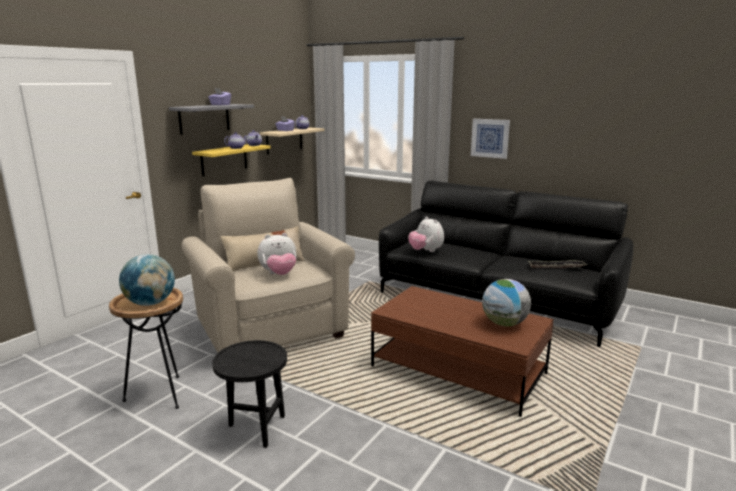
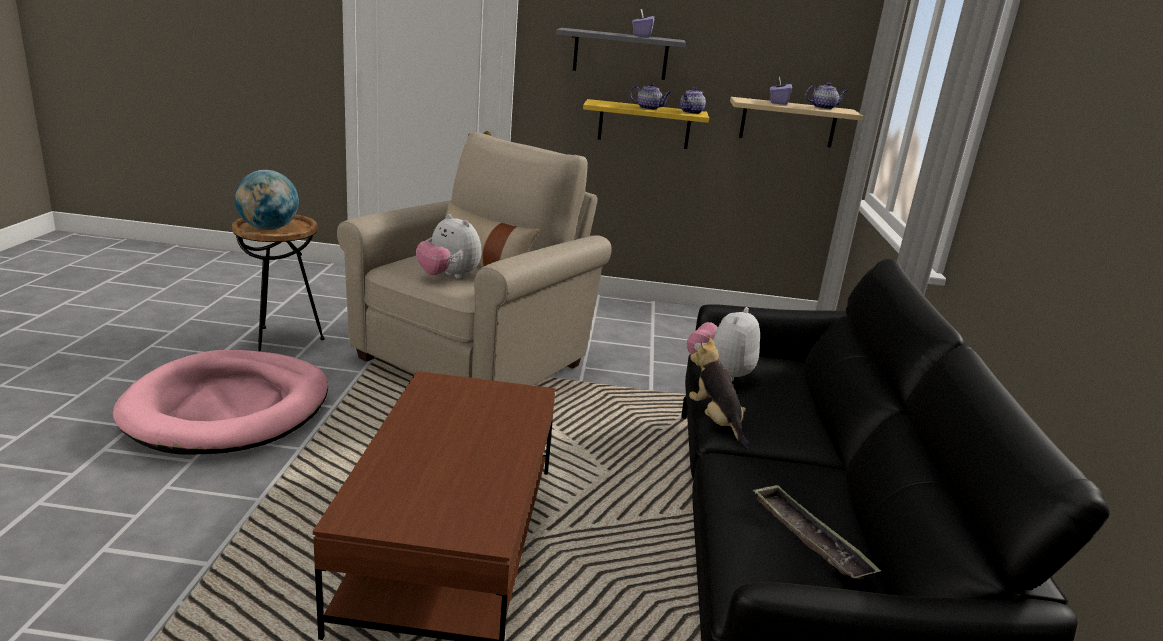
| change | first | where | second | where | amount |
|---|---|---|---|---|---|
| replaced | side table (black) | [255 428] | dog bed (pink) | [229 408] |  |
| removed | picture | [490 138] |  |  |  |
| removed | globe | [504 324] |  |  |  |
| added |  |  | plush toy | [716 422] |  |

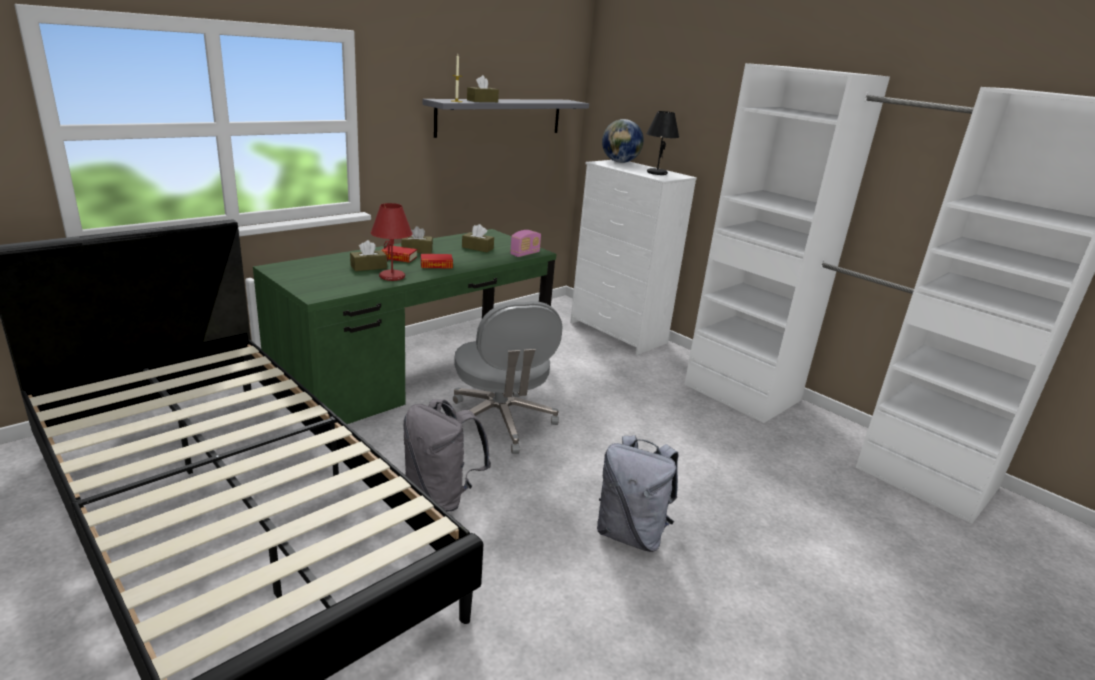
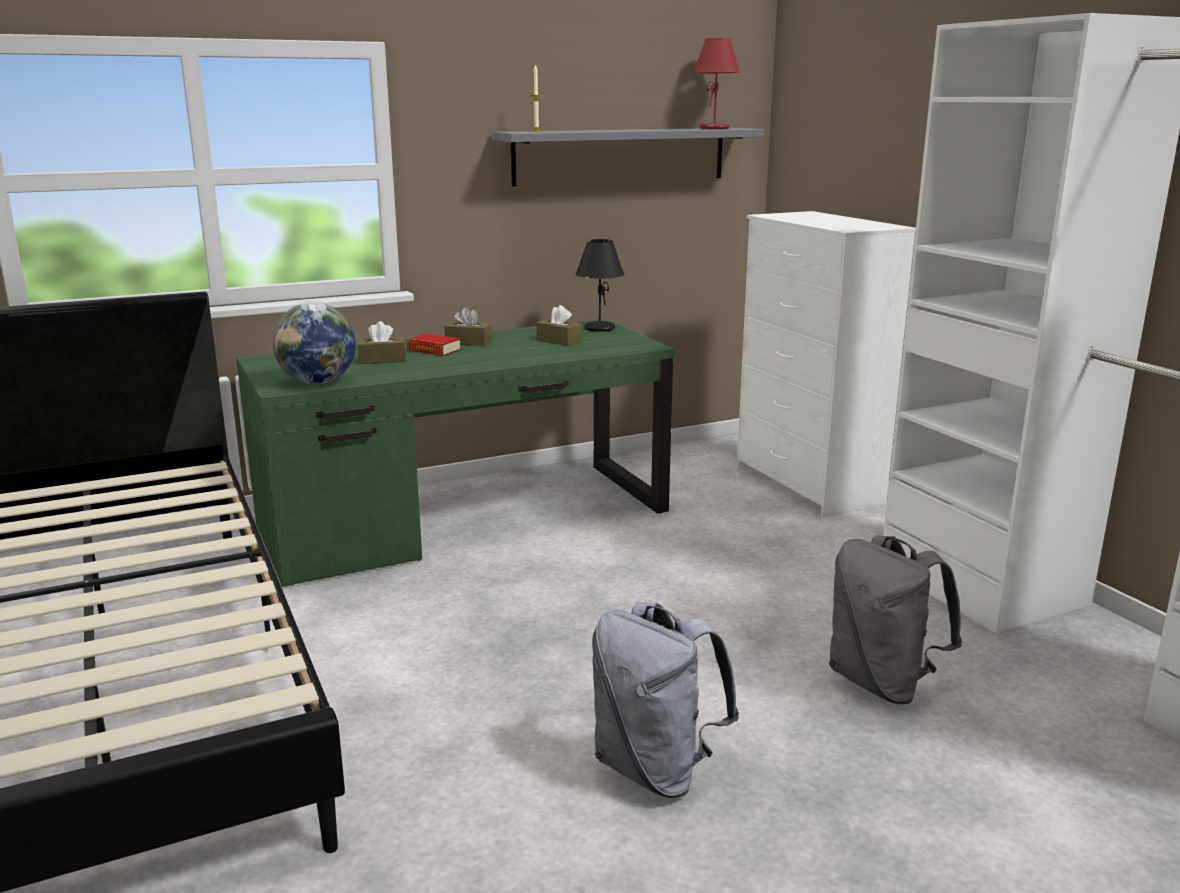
| change | first | where | second | where | amount |
|---|---|---|---|---|---|
| moved | table lamp (red) | [392 277] |  | [714 128] |  |
| moved | backpack (grey) | [441 495] |  | [882 683] |  |
| removed | book | [436 265] |  |  |  |
| removed | office chair (grey) | [500 423] |  |  |  |
| removed | tissue box (brown) | [482 101] |  |  |  |
| removed | radio | [525 254] |  |  |  |
| moved | globe | [620 162] |  | [318 382] |  |
| moved | table lamp (black) | [656 173] |  | [599 328] |  |

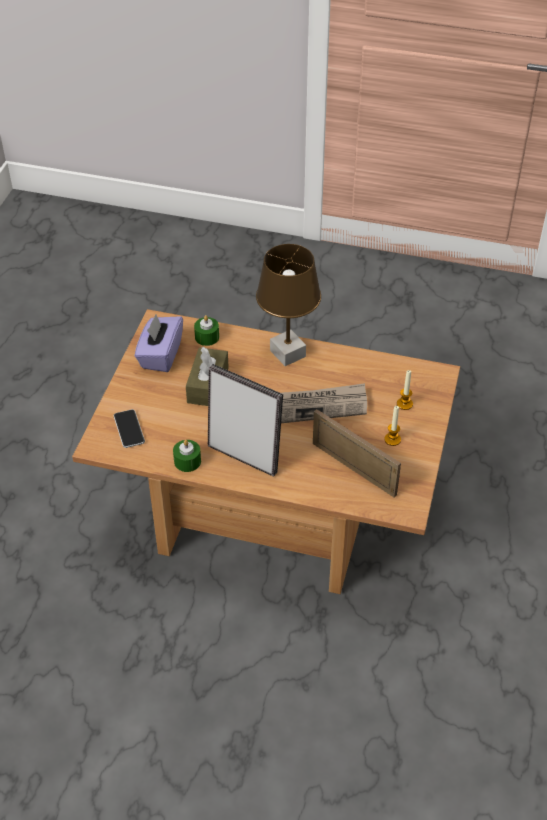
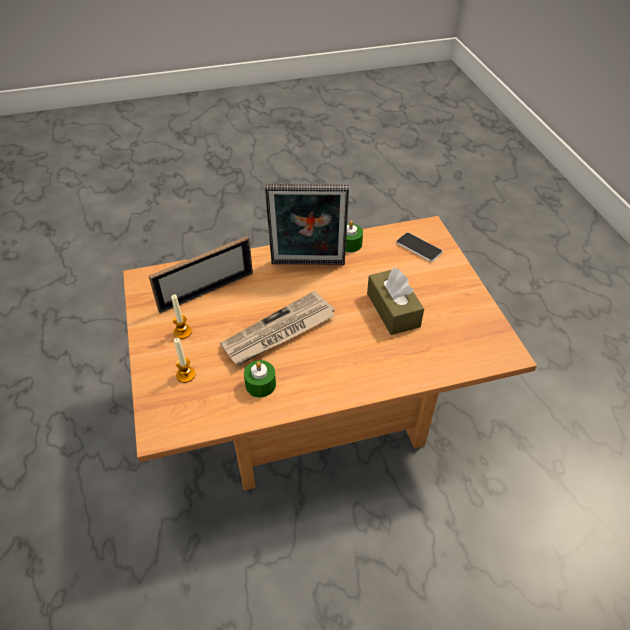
| change | first | where | second | where | amount |
|---|---|---|---|---|---|
| removed | tissue box (purple) | [160 355] |  |  |  |
| moved | candle (green) | [207 337] |  | [260 384] |  |
| removed | table lamp (brown) | [288 353] |  |  |  |
| turned | picture frame | [353 469] |  | [207 292] | 45 degrees counterclockwise |

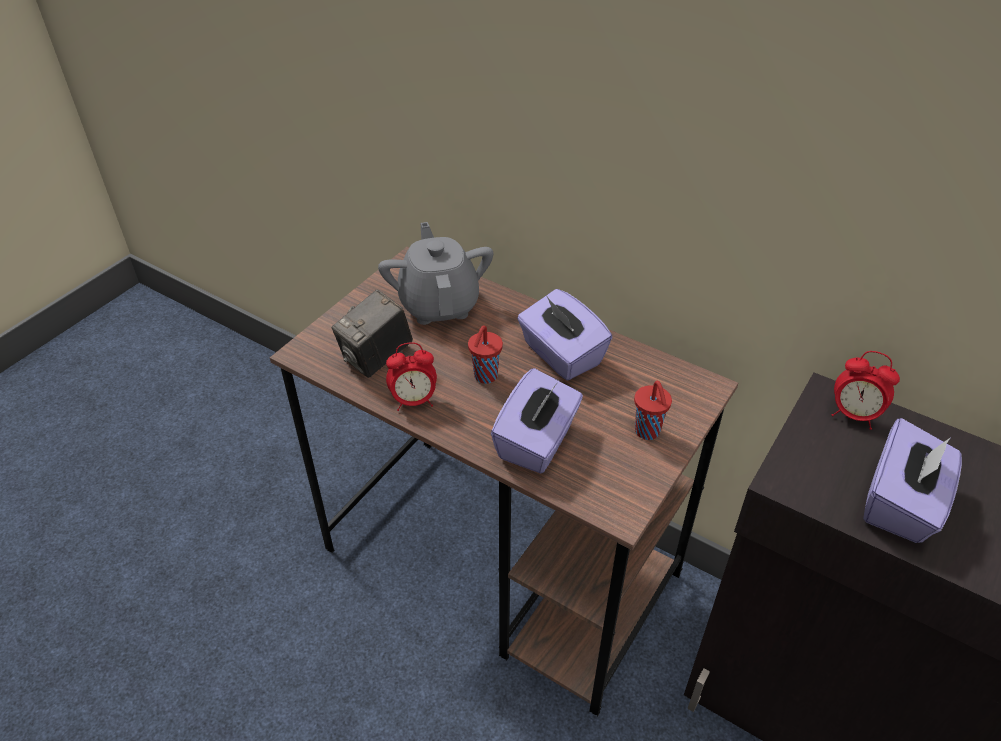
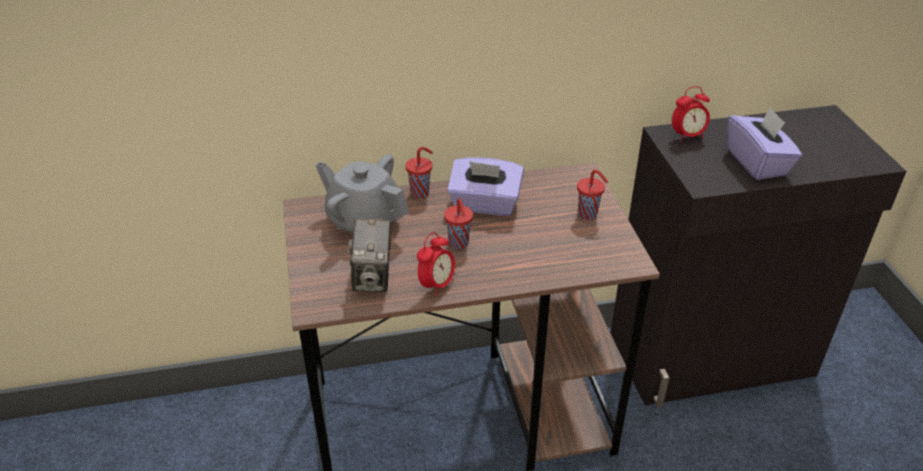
| change | first | where | second | where | amount |
|---|---|---|---|---|---|
| removed | tissue box (purple) | [537 442] |  |  |  |
| added |  |  | cup (red) | [421 193] |  |

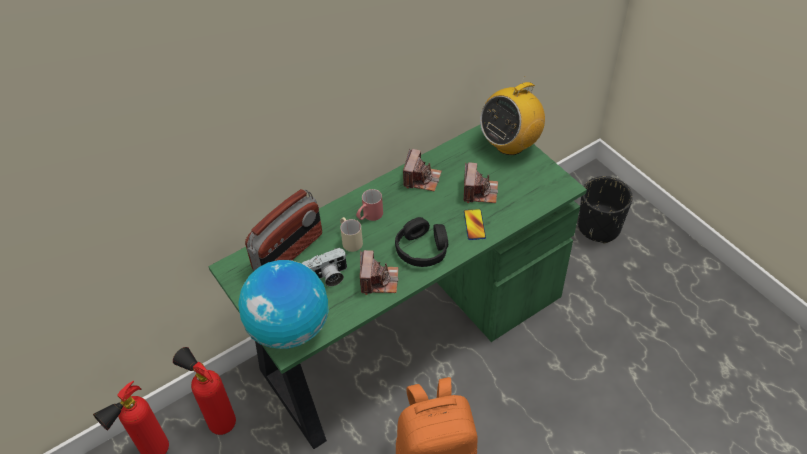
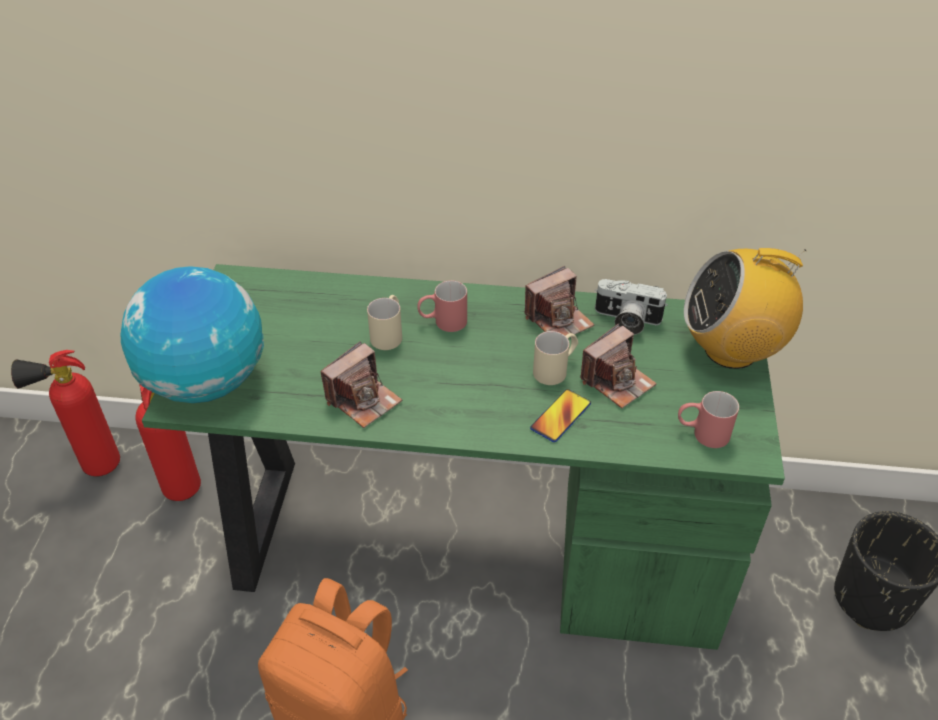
| change | first | where | second | where | amount |
|---|---|---|---|---|---|
| removed | radio | [289 252] |  |  |  |
| moved | photo camera | [327 277] |  | [626 321] |  |
| removed | headphones (black) | [422 249] |  |  |  |
| added |  |  | mug (beige) | [556 369] |  |
| added |  |  | mug (red) | [702 433] |  |

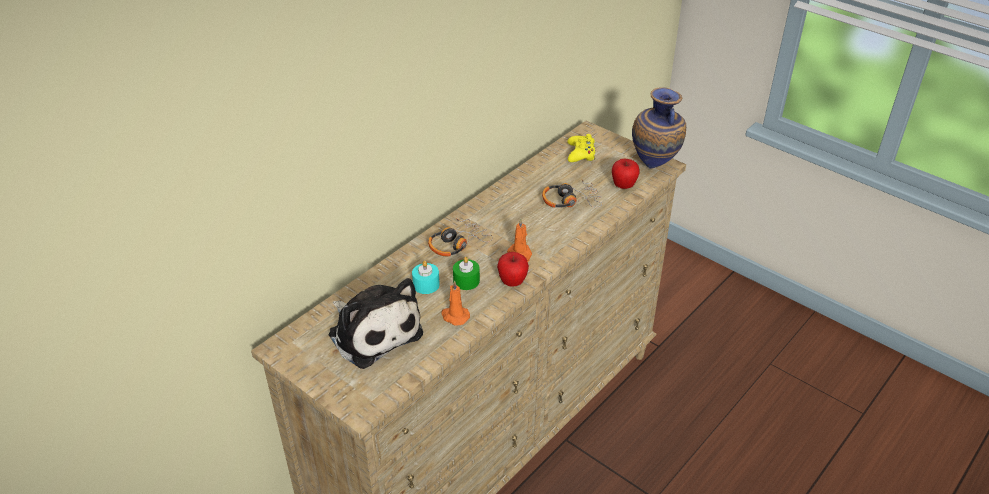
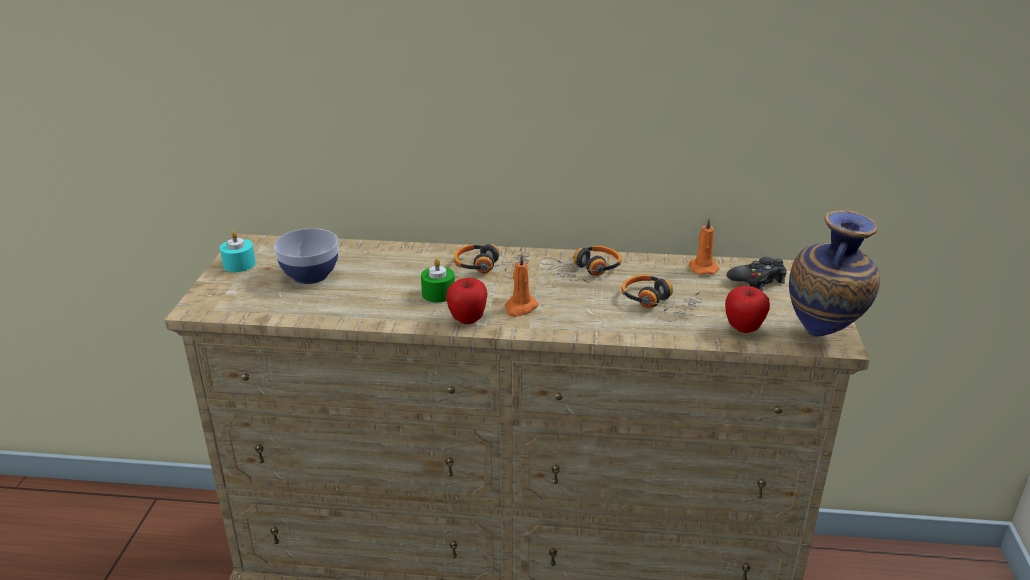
| change | first | where | second | where | amount |
|---|---|---|---|---|---|
| replaced | plush toy | [373 331] | bowl | [310 275] |  |
| moved | candle (turquoise) | [426 285] |  | [239 264] |  |
| moved | candle (orange) | [454 316] |  | [702 267] |  |
| recoloured | game controller (yellow) | [581 153] | game controller (black) | [758 280] |  |
| added |  |  | headphones | [584 271] |  |

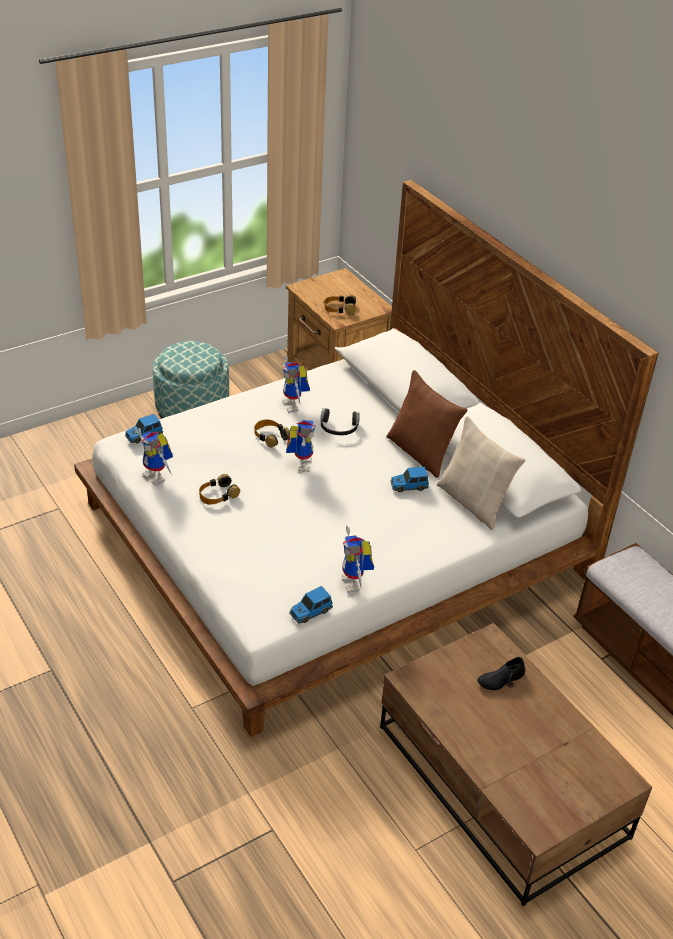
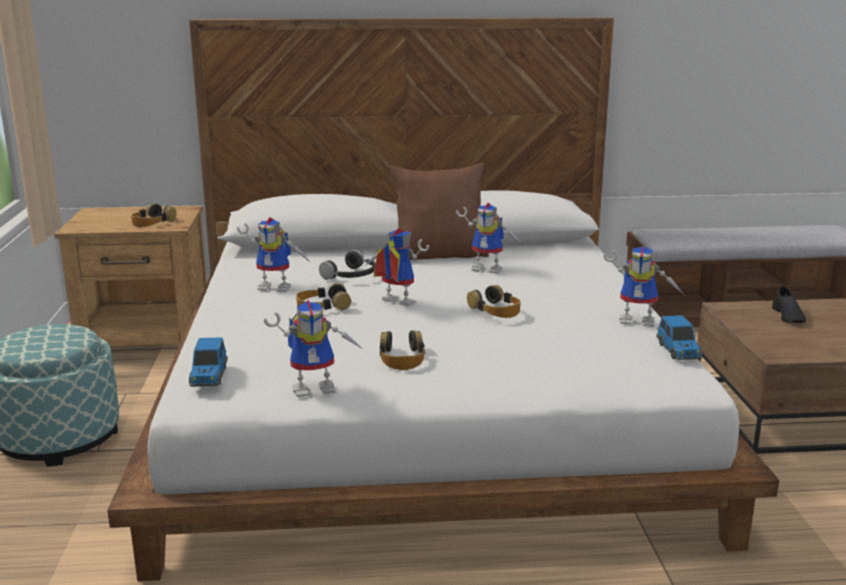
| change | first | where | second | where | amount |
|---|---|---|---|---|---|
| replaced | toy car | [408 486] | toy robot | [490 268] |  |
| removed | pillow (beige) | [474 502] |  |  |  |
| added |  |  | headphones | [495 310] |  |

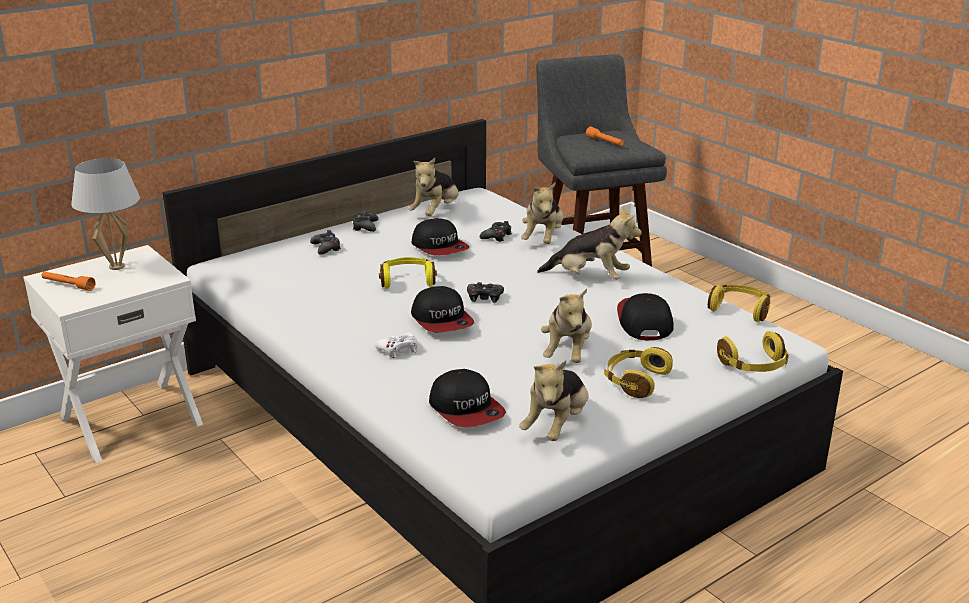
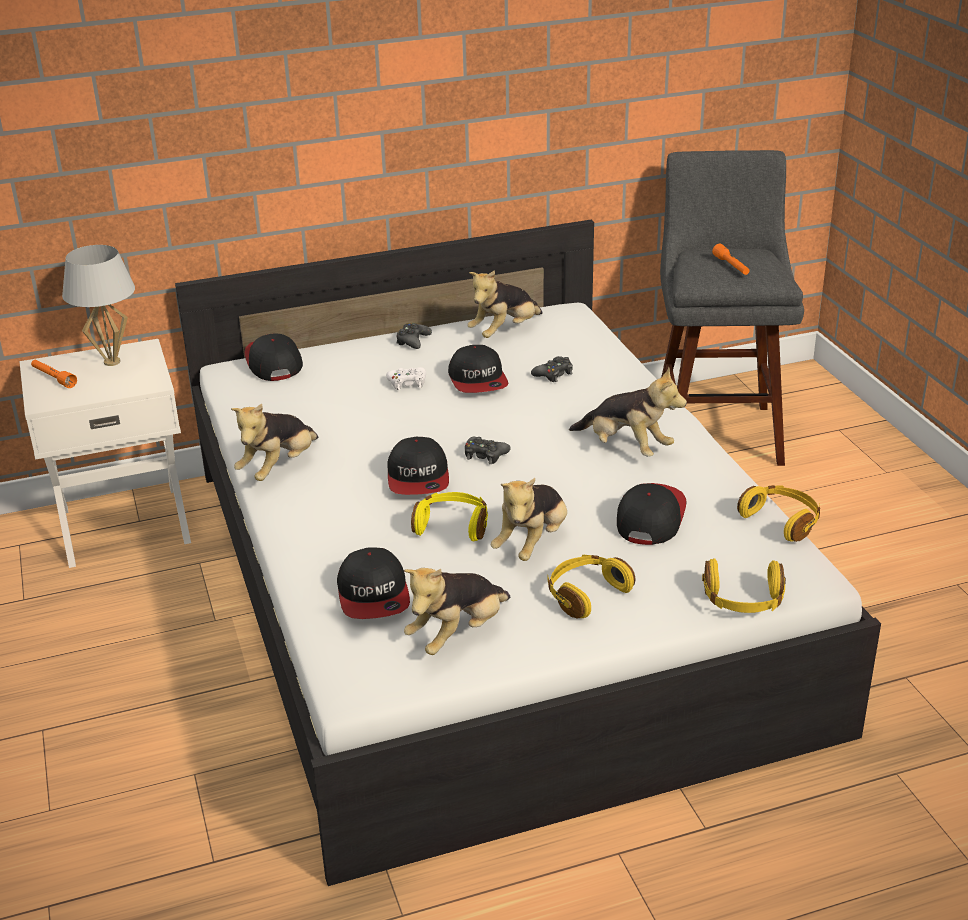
| change | first | where | second | where | amount |
|---|---|---|---|---|---|
| removed | game controller (black) | [326 248] |  |  |  |
| moved | game controller (white) | [398 350] |  | [407 383] |  |
| moved | headphones (yellow) | [407 280] |  | [452 526] |  |
| moved | plush toy | [543 239] |  | [279 467] |  |
| added |  |  | cap | [273 362] |  |

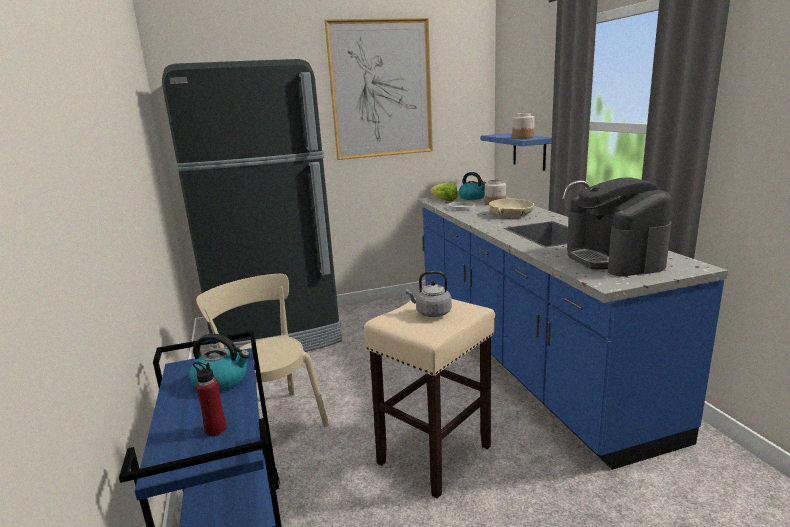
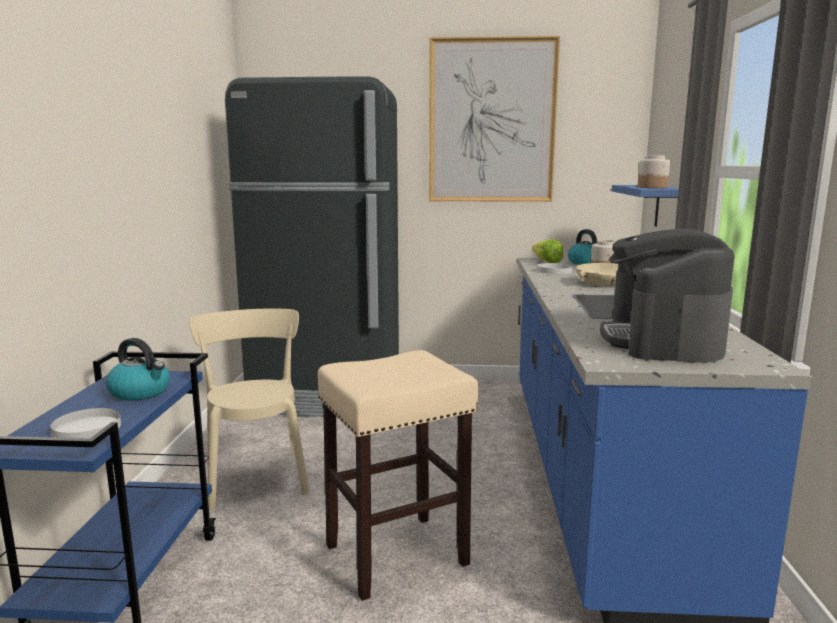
| change | first | where | second | where | amount |
|---|---|---|---|---|---|
| replaced | bottle (red) | [216 429] | plate (white) | [86 428] |  |
| removed | kettle (grey) | [431 313] |  |  |  |

